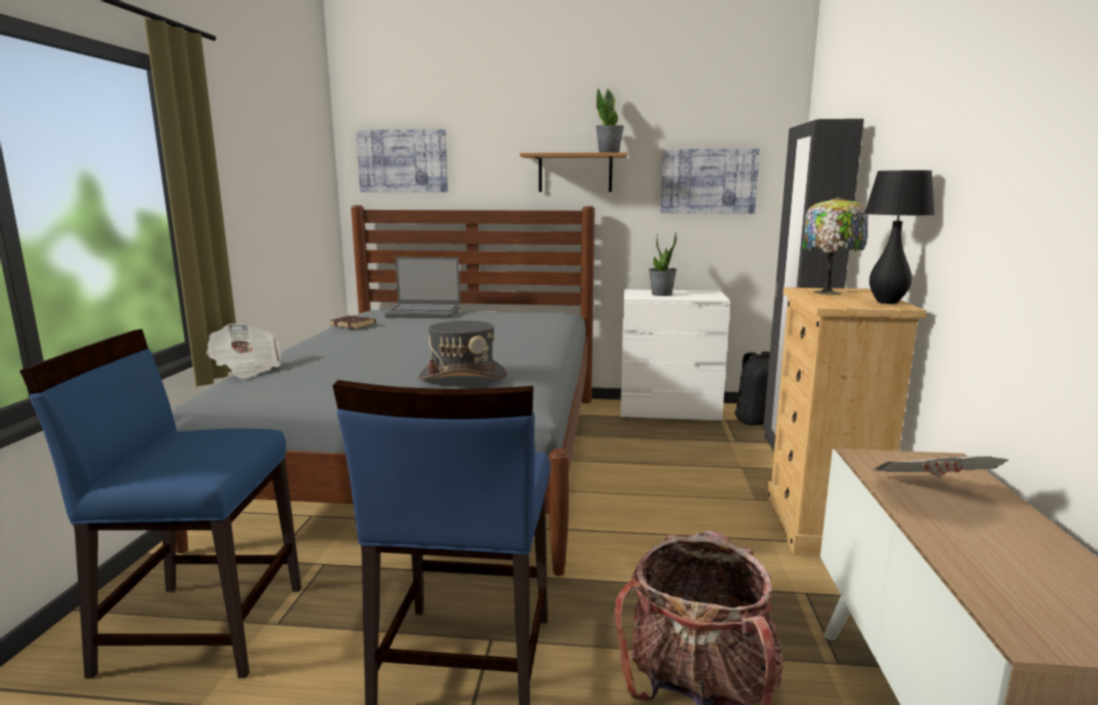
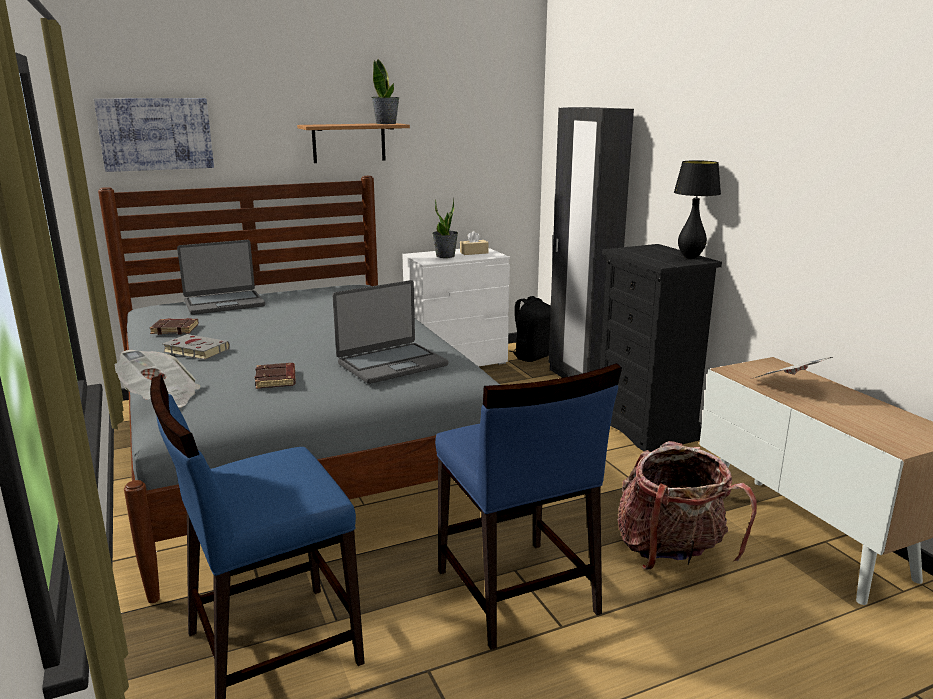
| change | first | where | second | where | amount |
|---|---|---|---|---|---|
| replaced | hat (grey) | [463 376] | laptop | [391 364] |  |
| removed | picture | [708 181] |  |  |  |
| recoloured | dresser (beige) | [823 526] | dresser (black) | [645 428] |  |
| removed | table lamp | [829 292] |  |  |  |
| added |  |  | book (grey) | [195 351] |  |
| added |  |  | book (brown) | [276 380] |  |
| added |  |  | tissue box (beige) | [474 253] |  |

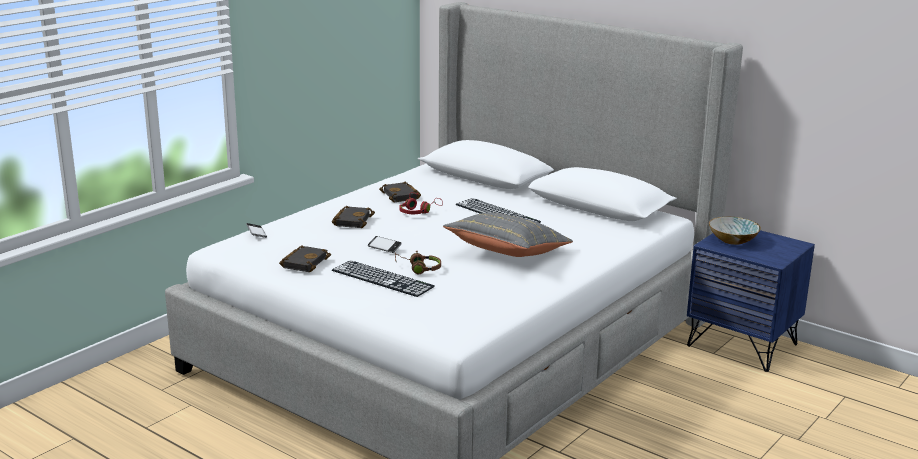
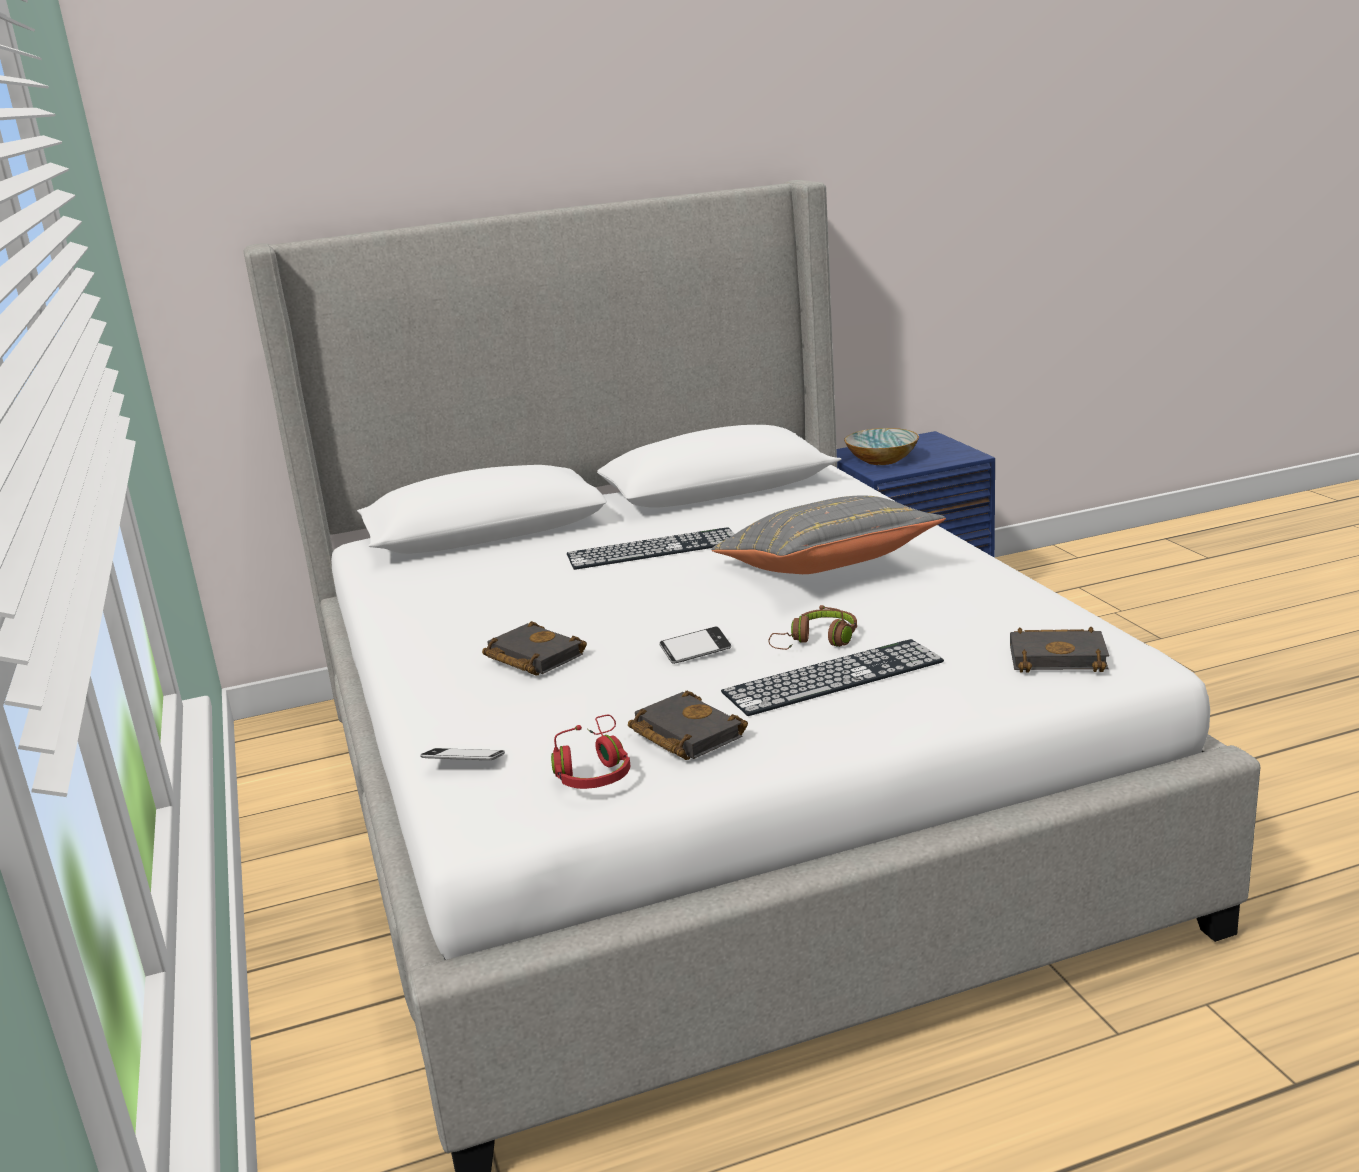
| change | first | where | second | where | amount |
|---|---|---|---|---|---|
| moved | book (black) | [401 196] |  | [1060 657] |  |
| moved | headphones (red) | [418 212] |  | [594 770] |  |

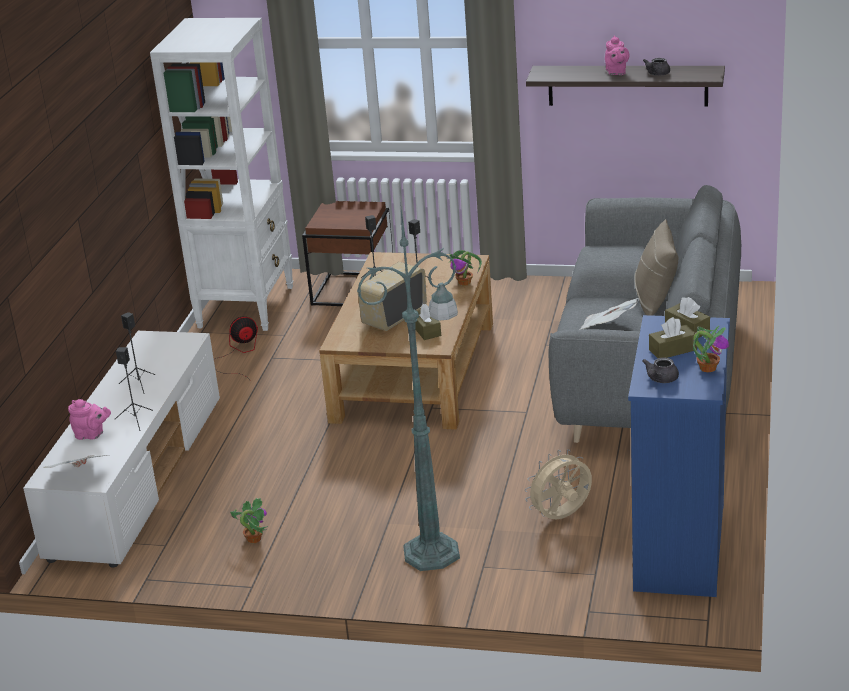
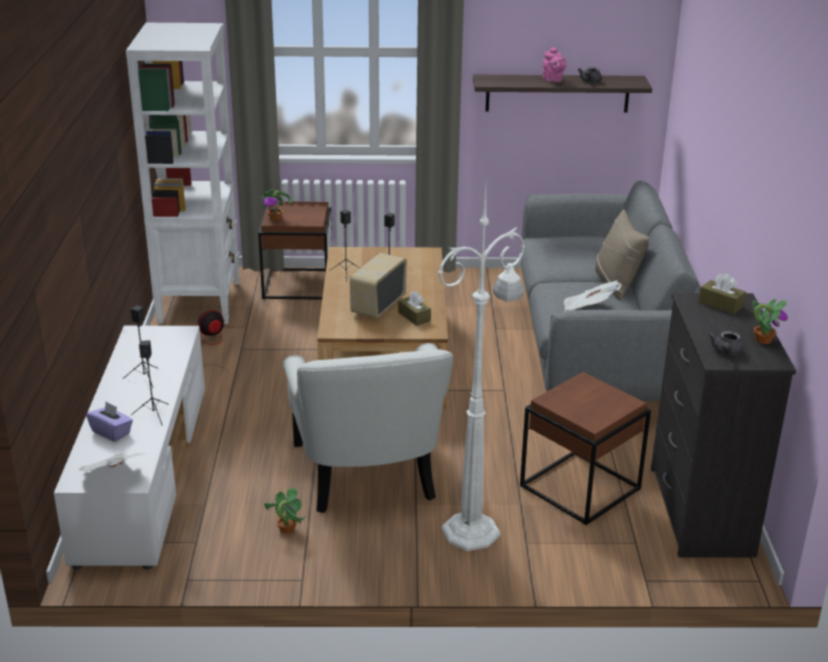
| change | first | where | second | where | amount |
|---|---|---|---|---|---|
| replaced | teapot (pink) | [91 435] | tissue box (purple) | [111 432] |  |
| recoloured | floor lamp (green) | [434 552] | floor lamp (white) | [473 531] |  |
| moved | potted plant | [465 282] |  | [276 218] |  |
| replaced | fan (beige) | [562 517] | side table (brown) | [580 488] |  |
| recoloured | dresser (blue) | [678 548] | dresser (black) | [700 512] |  |
| removed | tissue box (brown) | [672 350] |  |  |  |
| added |  |  | armchair (white) | [367 472] |  |

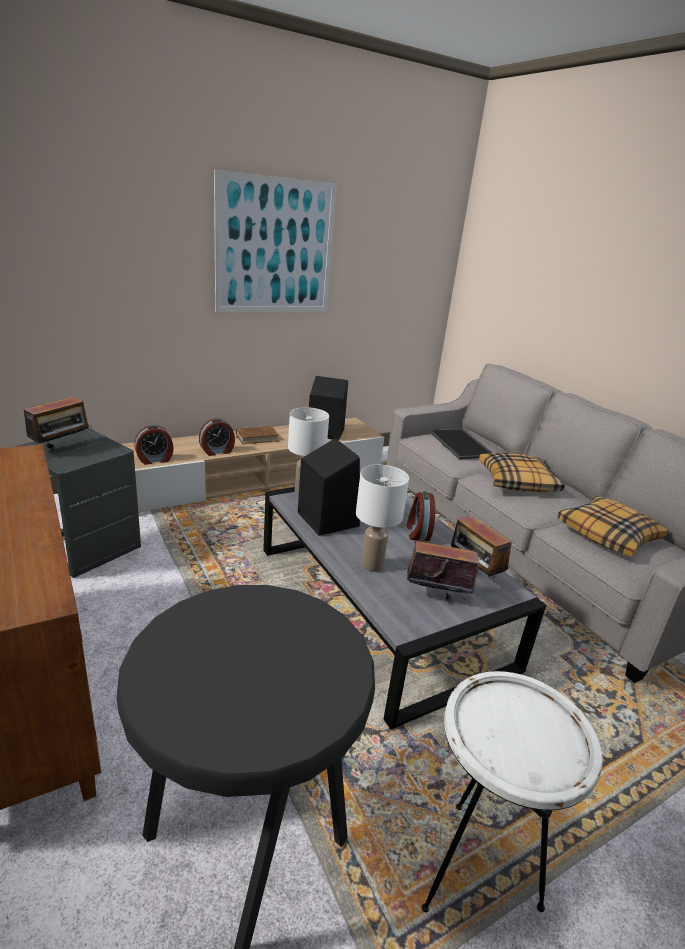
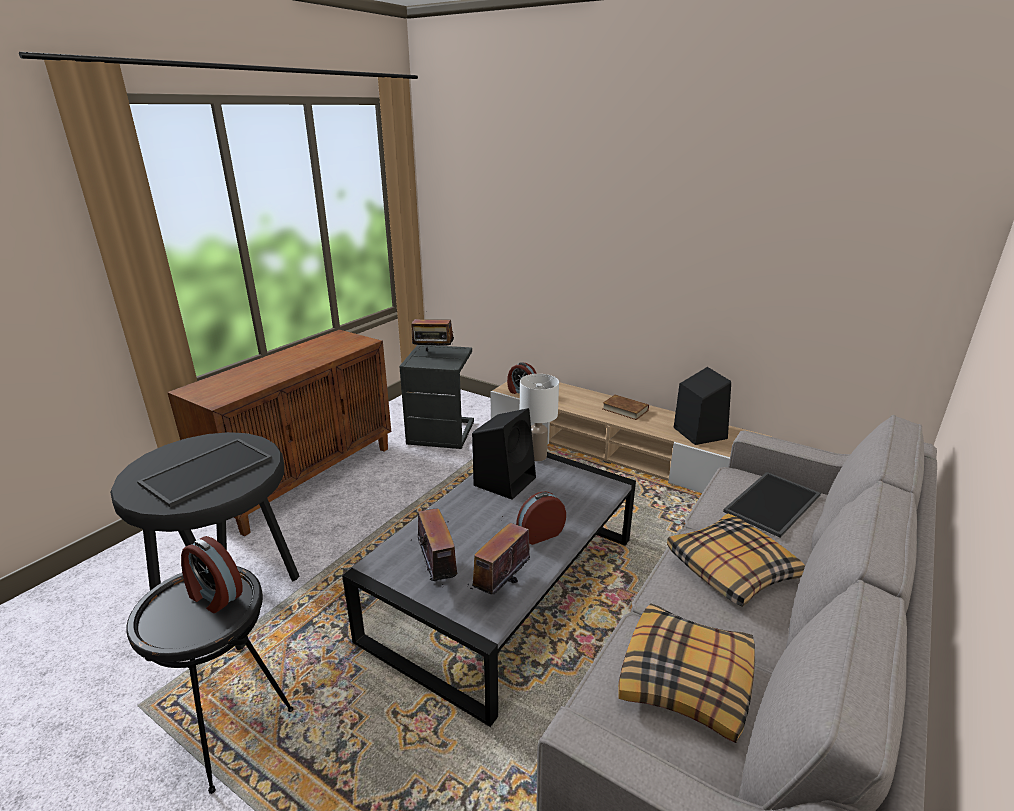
| change | first | where | second | where | amount |
|---|---|---|---|---|---|
| moved | alarm clock | [217 451] |  | [214 596] |  |
| removed | picture | [275 247] |  |  |  |
| removed | table lamp (white) | [372 564] |  |  |  |
| recoloured | side table (white) | [474 872] | side table (black) | [235 735] |  |
| added |  |  | tray | [207 472] |  |

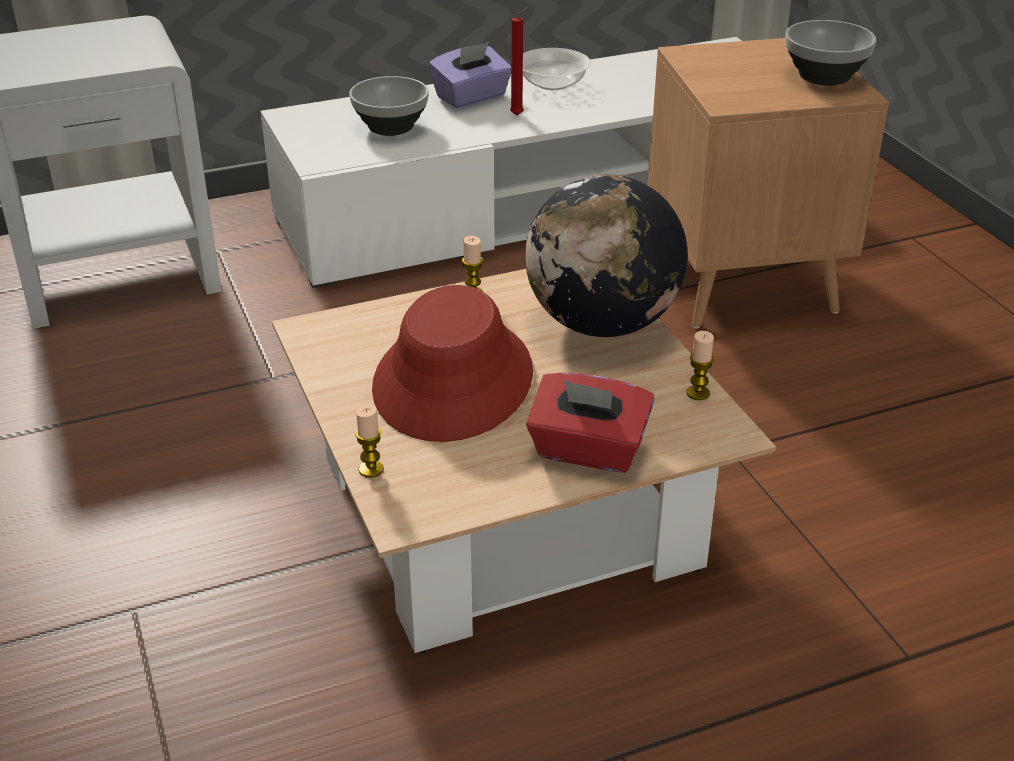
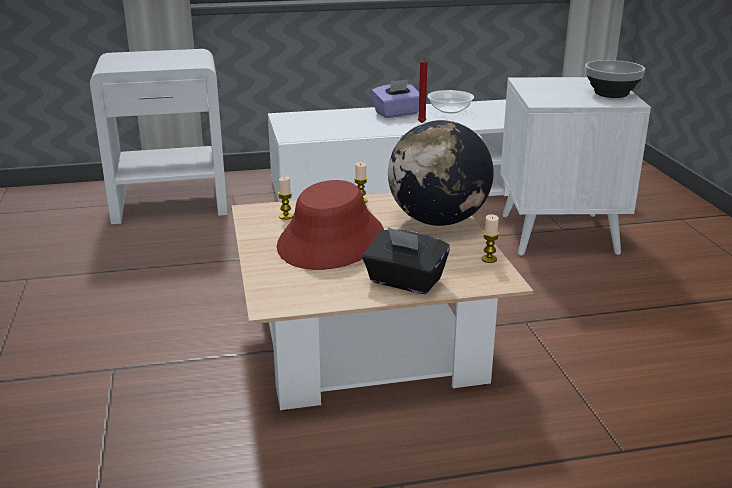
| change | first | where | second | where | amount |
|---|---|---|---|---|---|
| removed | bowl | [389 127] |  |  |  |
| moved | candle | [371 469] |  | [286 216] |  |
| recoloured | tissue box (red) | [588 451] | tissue box (black) | [404 282] |  |
| recoloured | side table (brown) | [742 282] | side table (white) | [558 234] |  |

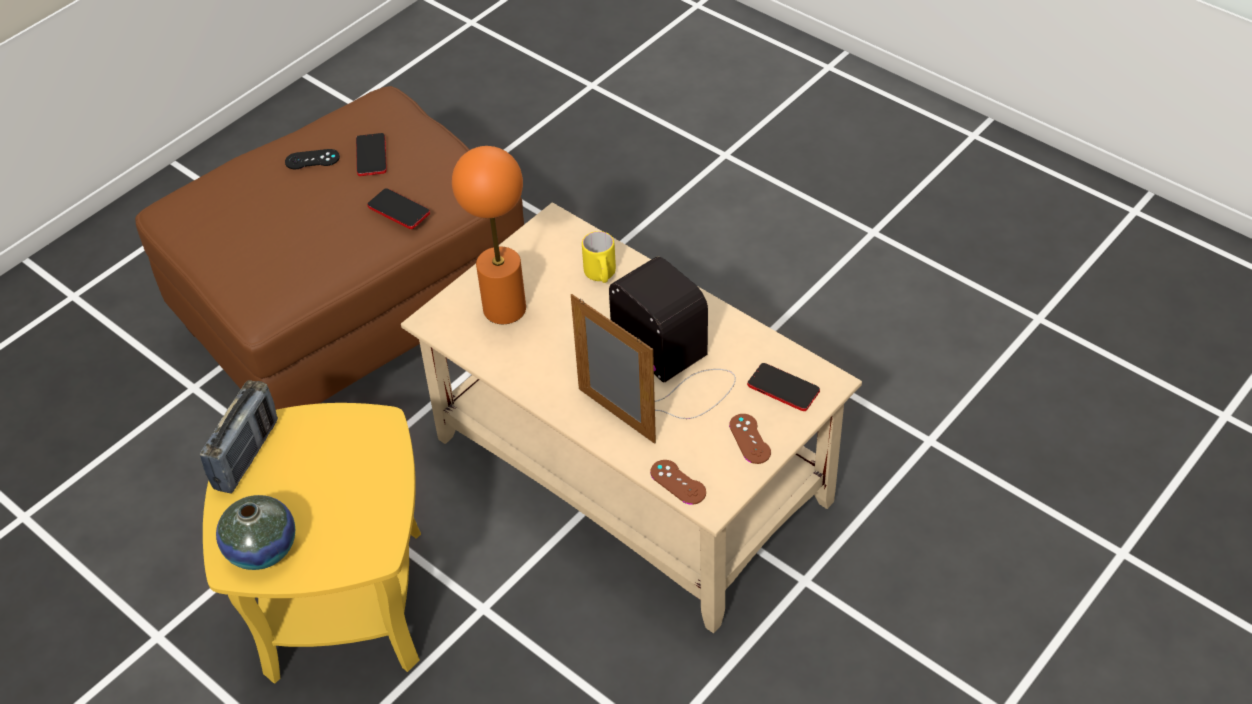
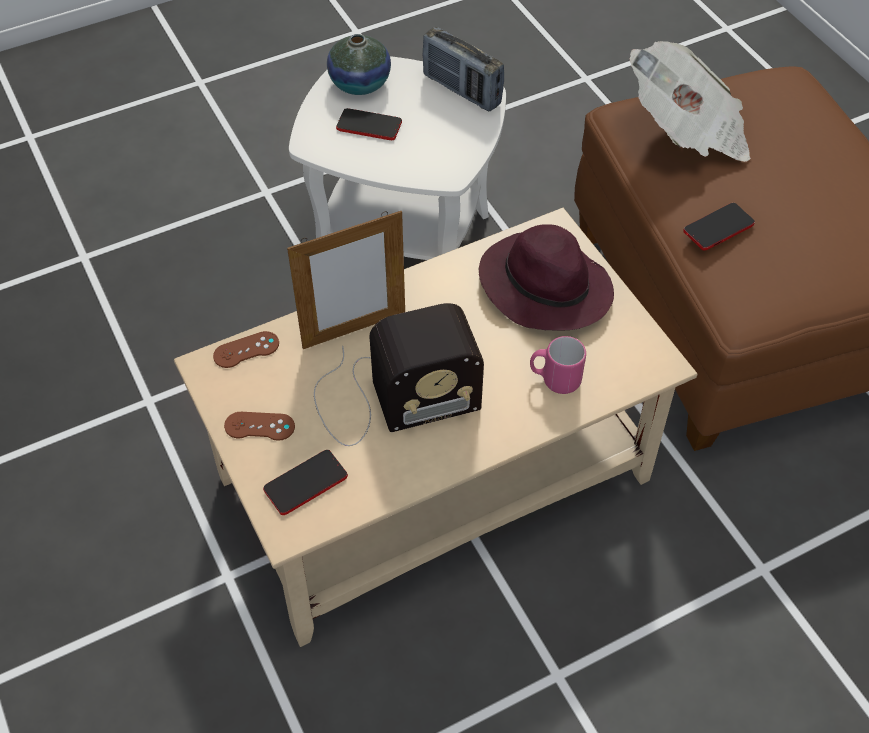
| change | first | where | second | where | amount |
|---|---|---|---|---|---|
| recoloured | side table (yellow) | [344 601] | side table (white) | [404 238] |  |
| removed | game controller (black) | [312 159] |  |  |  |
| moved | phone | [371 156] |  | [369 126] |  |
| replaced | table lamp (orange) | [504 309] | hat (purple) | [543 286] |  |
| recoloured | mug (yellow) | [601 276] | mug (pink) | [554 379] |  |
| added |  |  | newspaper | [687 131] |  |

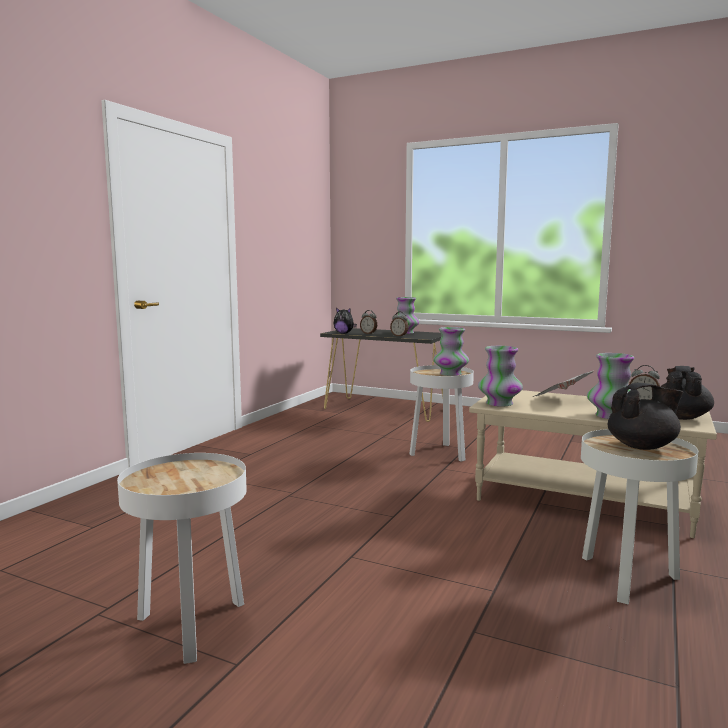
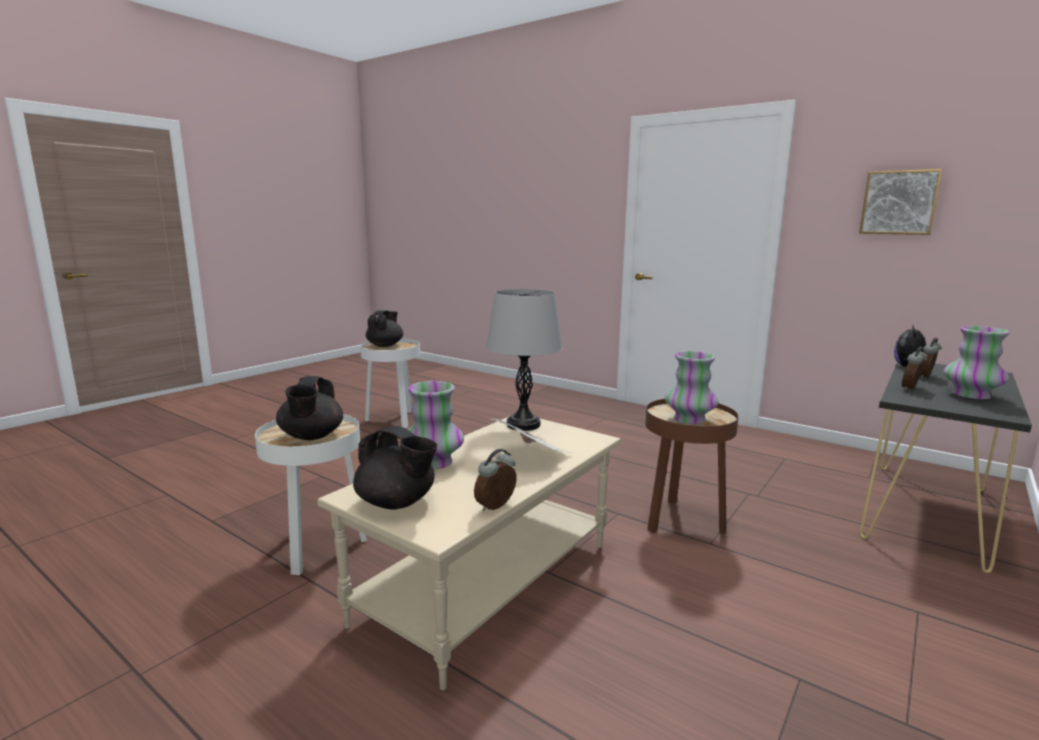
| change | first | where | second | where | amount |
|---|---|---|---|---|---|
| recoloured | side table (white) | [440 453] | side table (brown) | [682 521] |  |
| replaced | vase | [499 404] | table lamp (grey) | [523 425] |  |
| added |  |  | teapot (black) | [385 345] |  |
| added |  |  | picture | [899 202] |  |

